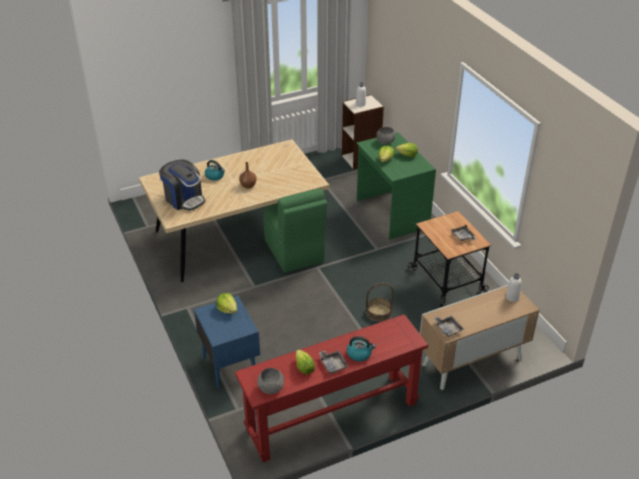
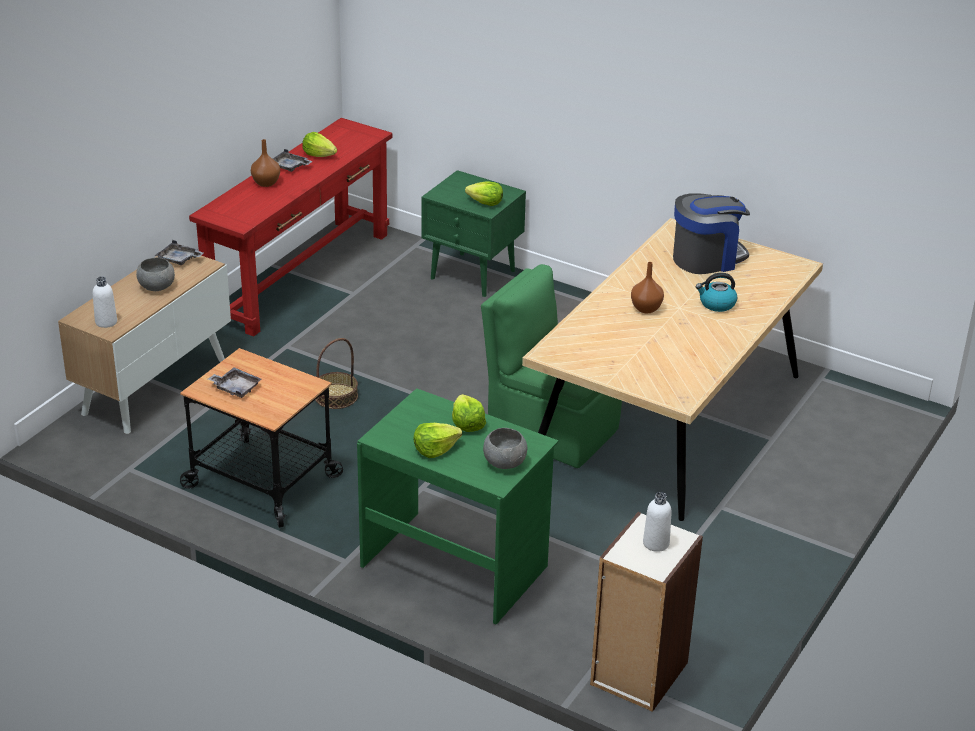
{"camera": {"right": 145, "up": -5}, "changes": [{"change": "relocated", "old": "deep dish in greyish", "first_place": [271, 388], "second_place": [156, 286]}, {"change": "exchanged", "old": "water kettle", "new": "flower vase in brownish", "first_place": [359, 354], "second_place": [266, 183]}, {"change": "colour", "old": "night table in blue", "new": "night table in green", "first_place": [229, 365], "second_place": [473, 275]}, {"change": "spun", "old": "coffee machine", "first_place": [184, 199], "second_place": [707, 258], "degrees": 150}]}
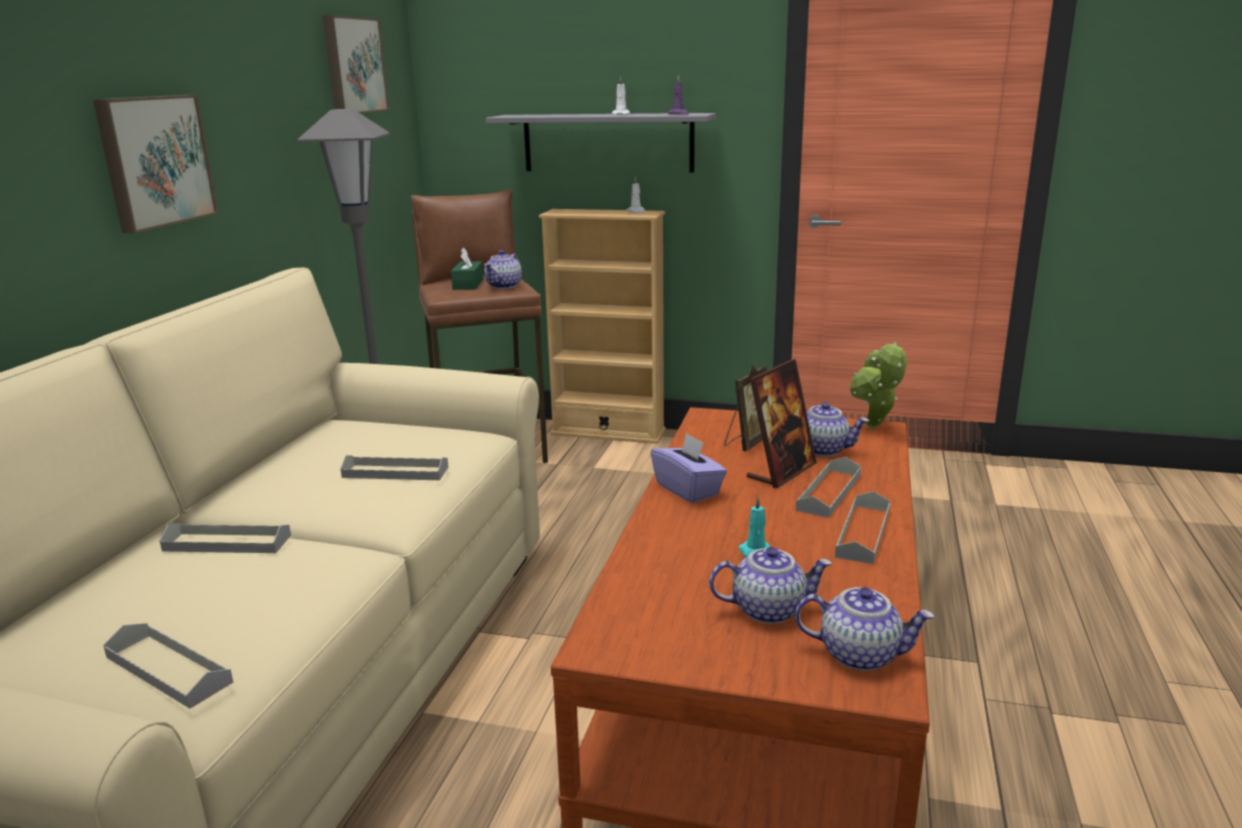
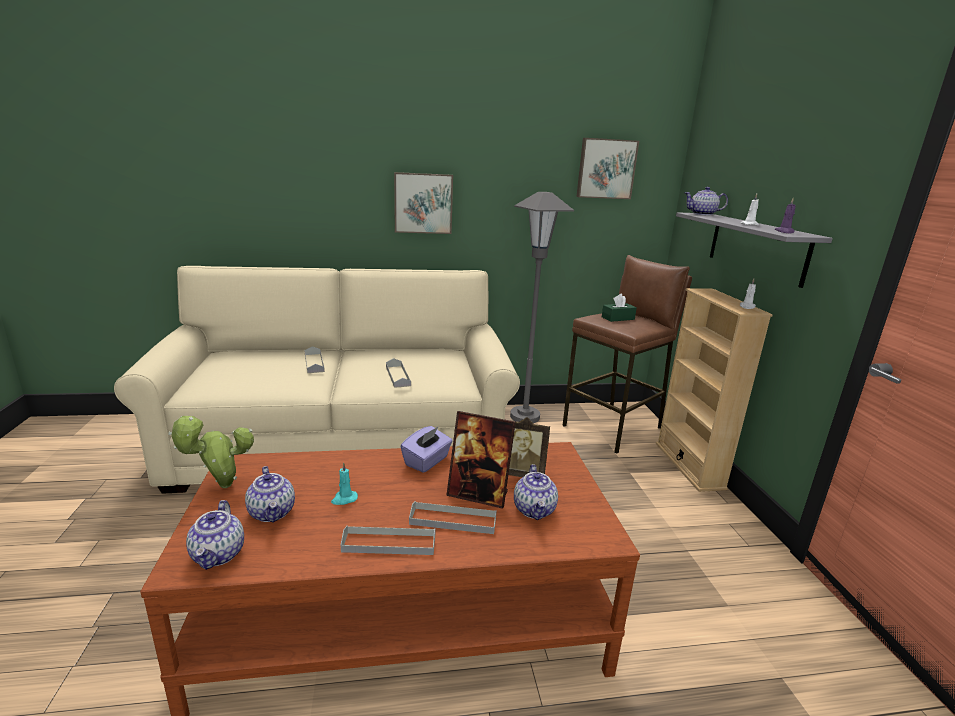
{"camera": {"right": 65, "up": 0}, "changes": [{"change": "missing", "old": "tray in greyish", "first_place": [168, 669]}, {"change": "relocated", "old": "teapot", "first_place": [504, 286], "second_place": [703, 214]}, {"change": "relocated", "old": "potted plant", "first_place": [874, 428], "second_place": [221, 486]}]}
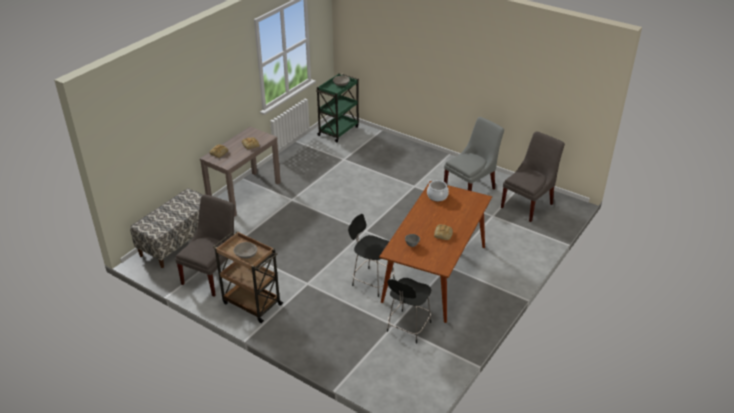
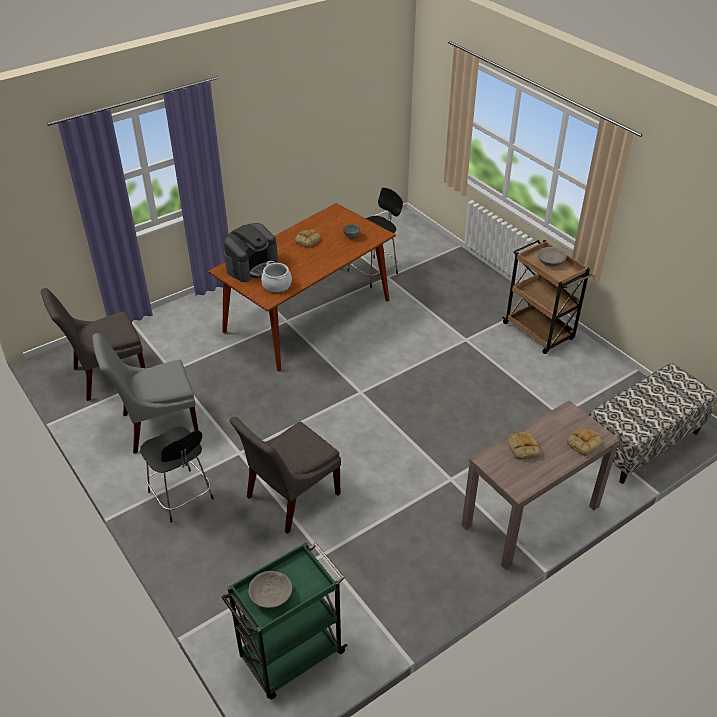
{"camera": {"right": -160, "up": 5}, "changes": [{"change": "appeared", "new": "coffee machine", "second_place": [252, 266]}, {"change": "relocated", "old": "plain chair in greyish", "first_place": [213, 275], "second_place": [289, 497]}, {"change": "relocated", "old": "stool in black-coloured", "first_place": [372, 281], "second_place": [182, 497]}]}
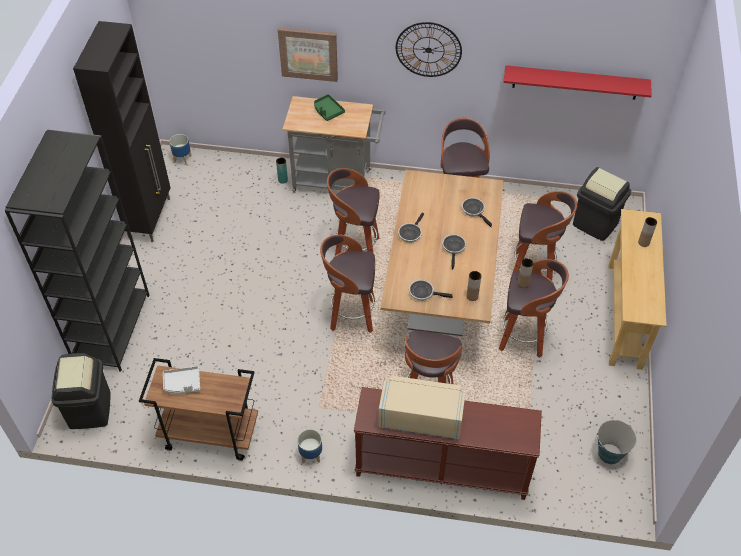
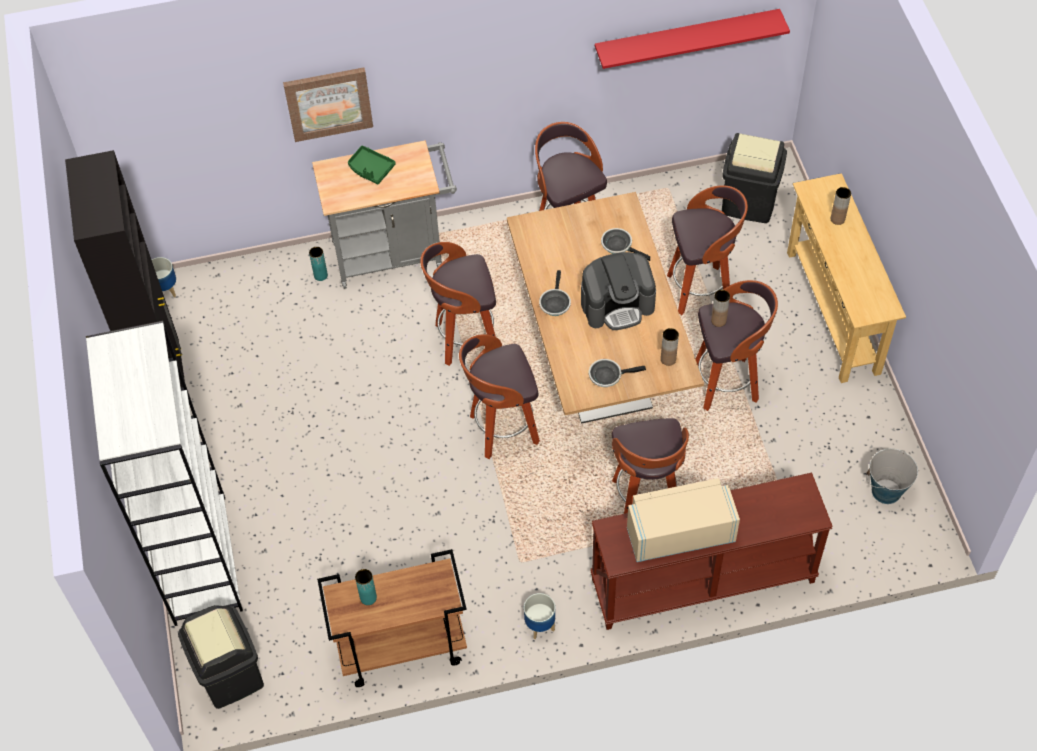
{"camera": {"right": -20, "up": 5}, "changes": [{"change": "missing", "old": "wall clock", "first_place": [428, 50]}, {"change": "exchanged", "old": "tray in greyish", "new": "flower vase in blue-green", "first_place": [182, 384], "second_place": [368, 597]}, {"change": "exchanged", "old": "frying pan", "new": "coffee machine", "first_place": [454, 248], "second_place": [617, 304]}, {"change": "colour", "old": "bookcase in black-coloured", "new": "bookcase in whitish", "first_place": [112, 328], "second_place": [199, 559]}]}
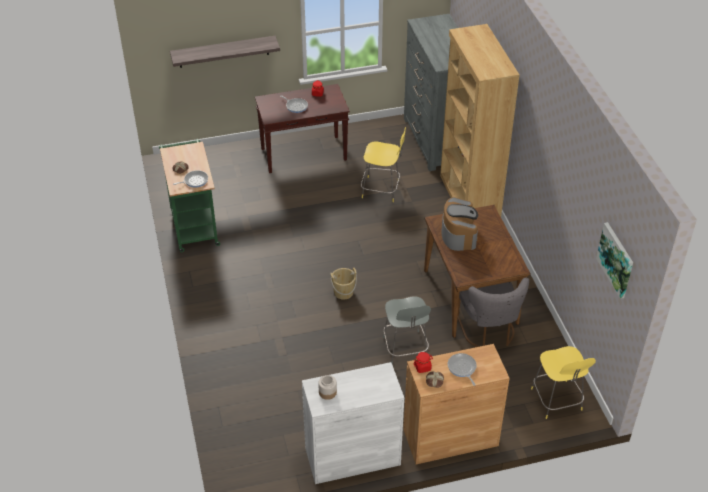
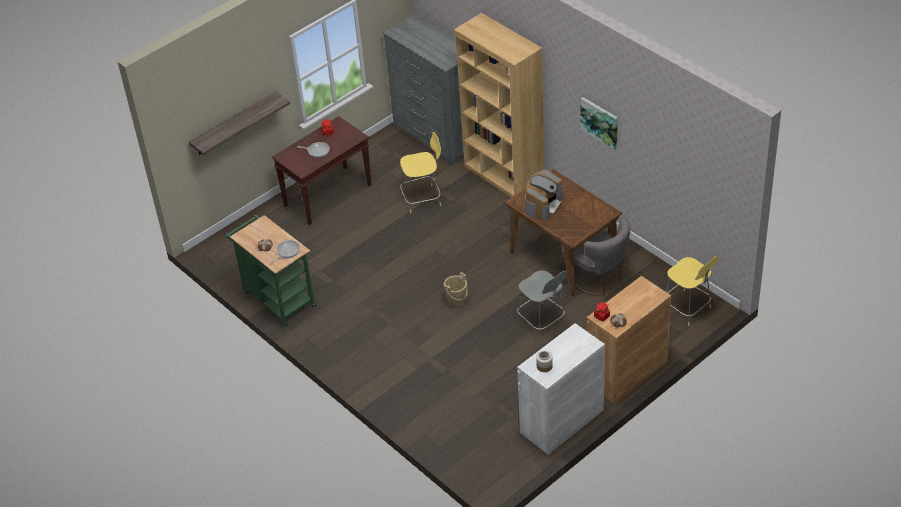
{"camera": {"right": -25, "up": 0}, "changes": [{"change": "missing", "old": "frying pan", "first_place": [462, 368]}, {"change": "relocated", "old": "wall art", "first_place": [616, 259], "second_place": [600, 122]}, {"change": "spun", "old": "coffee machine", "first_place": [458, 234], "second_place": [543, 205], "degrees": 60}]}
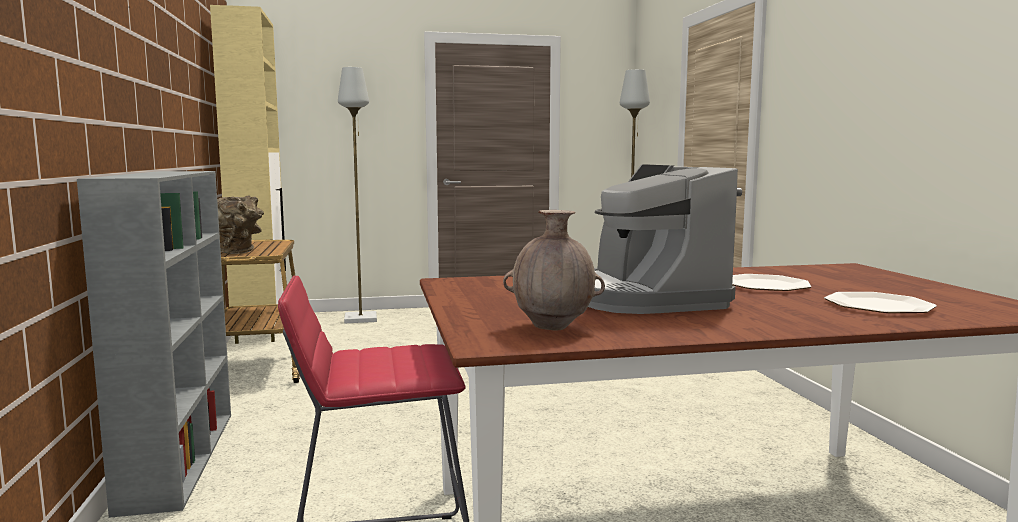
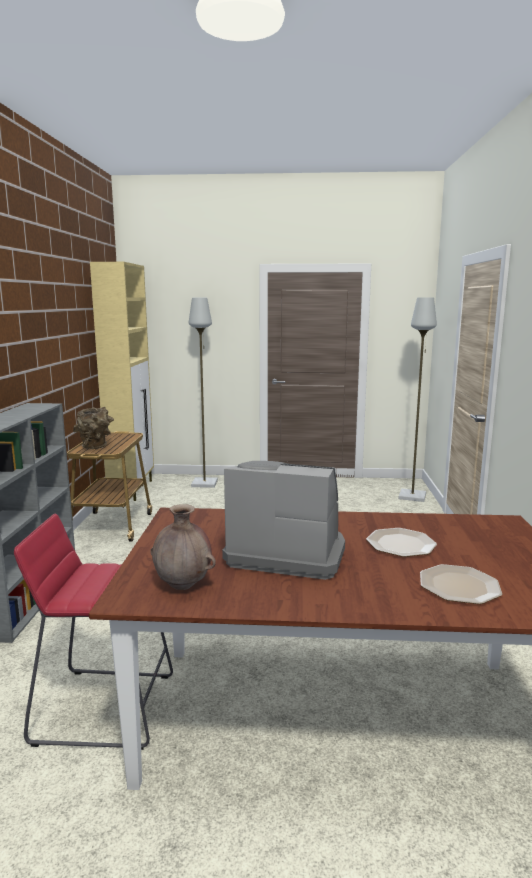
{"camera": {"right": 15, "up": 5}, "changes": [{"change": "spun", "old": "coffee machine", "first_place": [643, 298], "second_place": [286, 553], "degrees": 105}]}
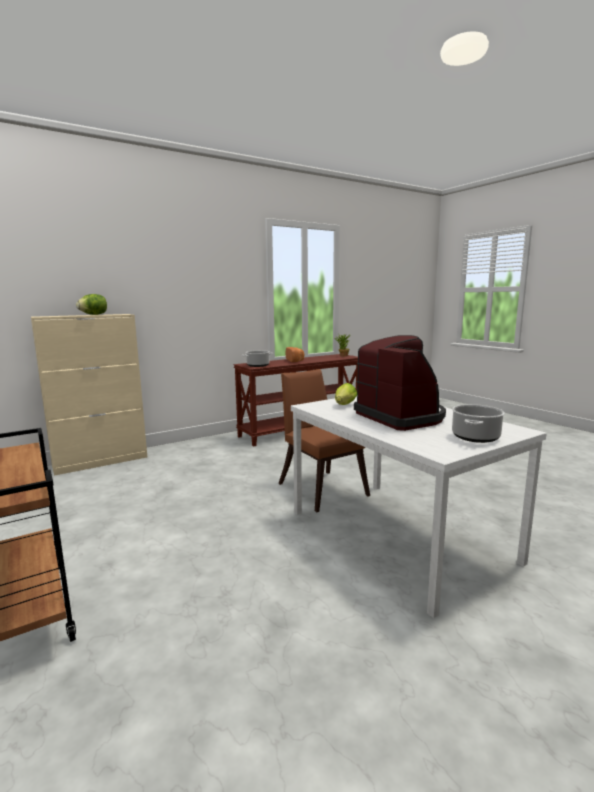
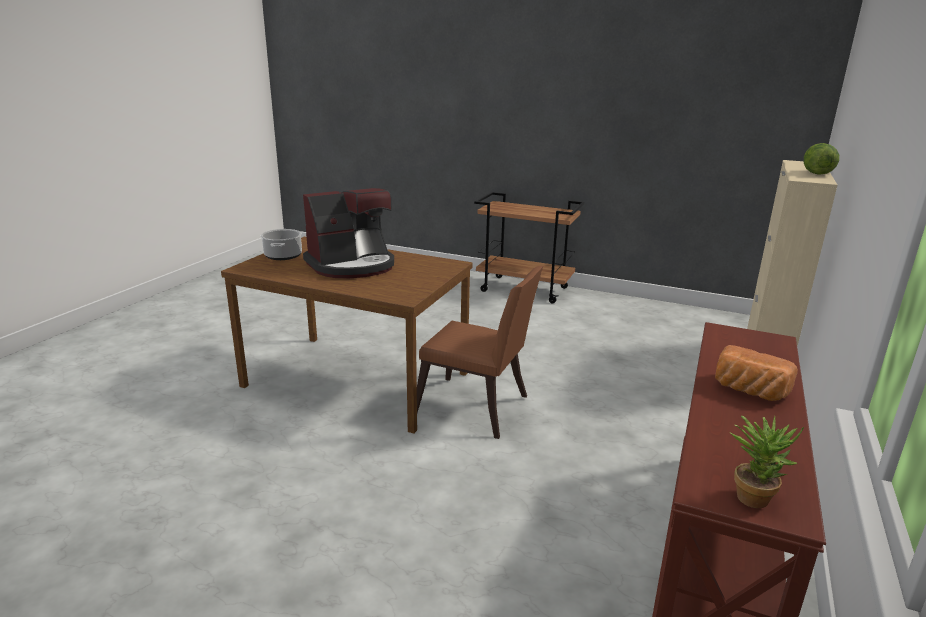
{"camera": {"right": 145, "up": 10}, "changes": [{"change": "missing", "old": "stockpot", "first_place": [257, 365]}, {"change": "missing", "old": "head of lettuce", "first_place": [344, 405]}, {"change": "colour", "old": "dining table in whitish", "new": "dining table in brownish", "first_place": [395, 535], "second_place": [358, 379]}, {"change": "spun", "old": "coffee machine", "first_place": [401, 417], "second_place": [352, 265], "degrees": -60}]}
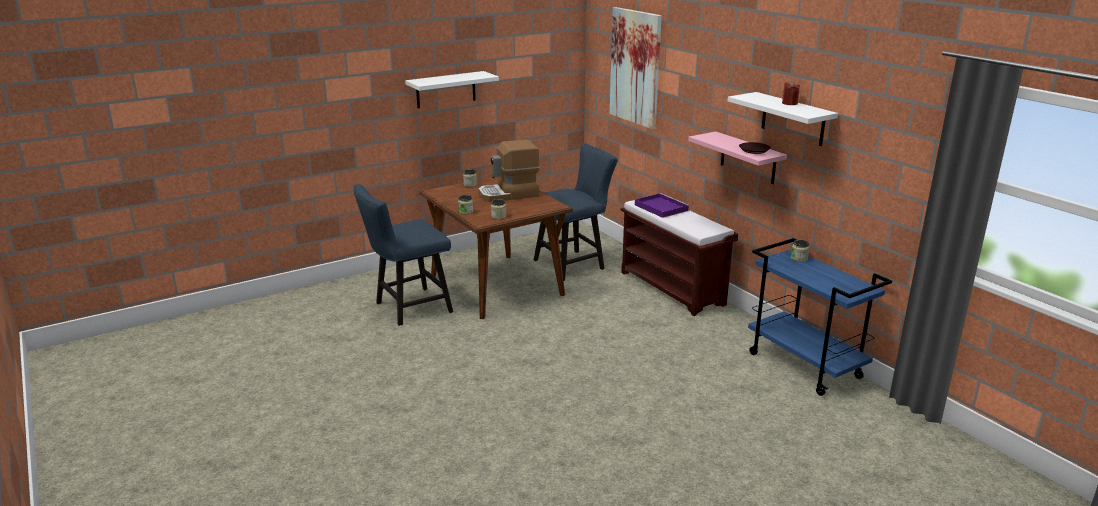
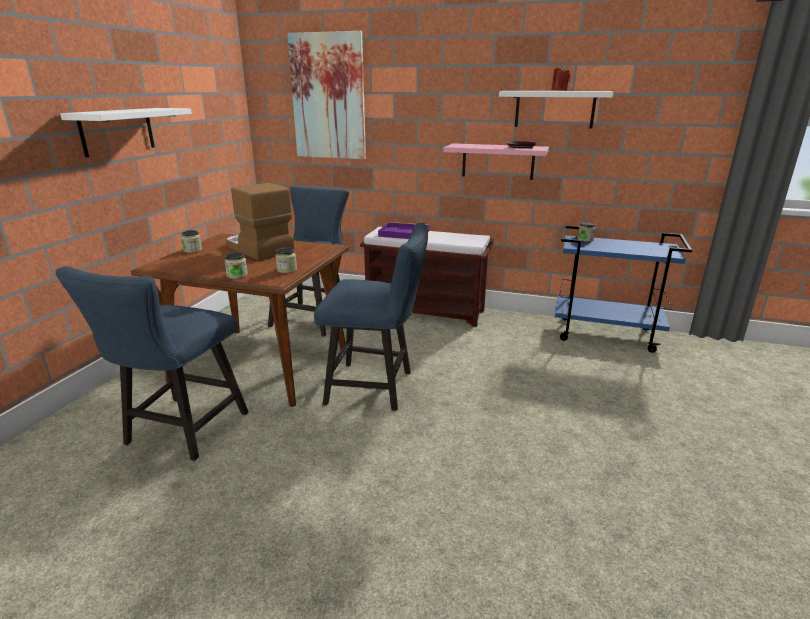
{"camera": {"right": -40, "up": 0}, "changes": [{"change": "appeared", "new": "plain chair in blue", "second_place": [376, 387]}, {"change": "spun", "old": "coffee machine", "first_place": [509, 194], "second_place": [258, 249], "degrees": 105}]}
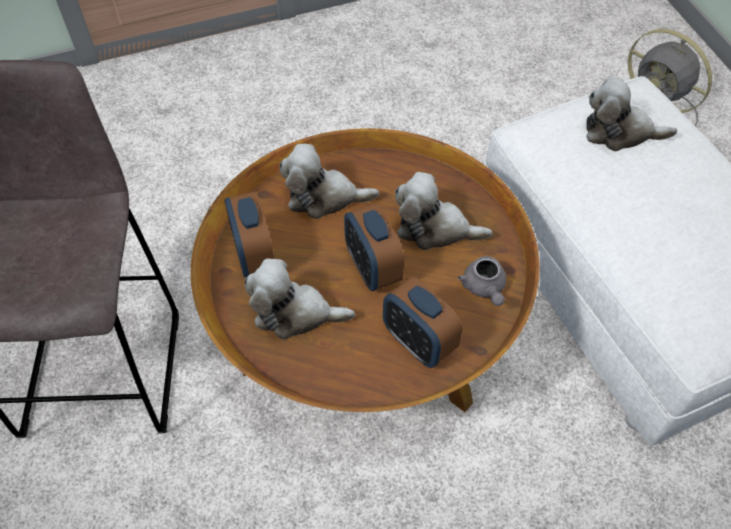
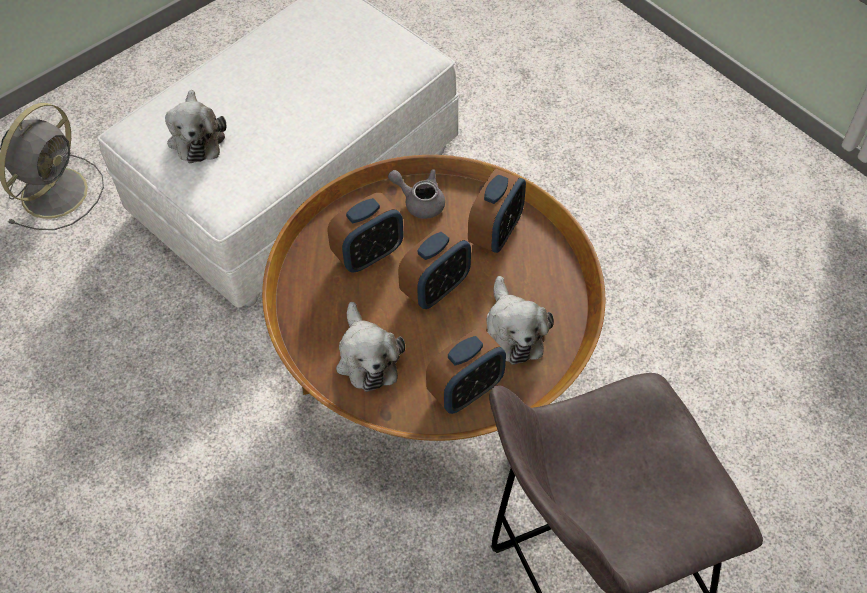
{"camera": {"right": -110, "up": 0}, "changes": [{"change": "exchanged", "old": "cuddly toy", "new": "alarm clock", "first_place": [435, 228], "second_place": [368, 254]}, {"change": "spun", "old": "teapot in greyish", "first_place": [484, 288], "second_place": [420, 201], "degrees": -120}]}
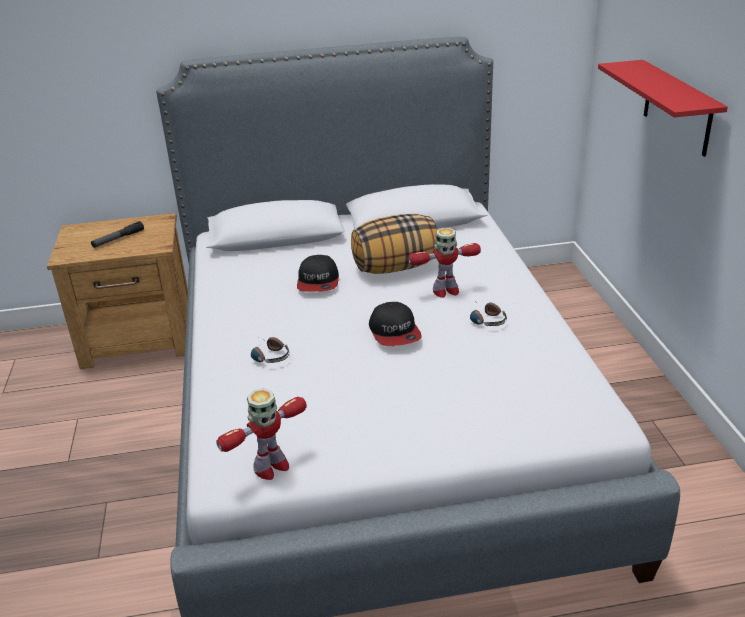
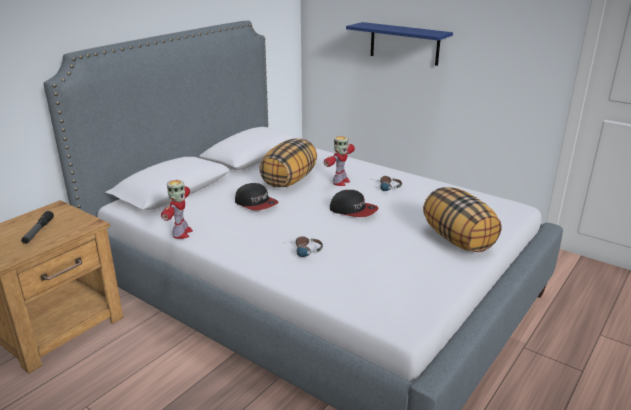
{"camera": {"right": -45, "up": -5}, "changes": [{"change": "appeared", "new": "throw pillow", "second_place": [458, 240]}, {"change": "relocated", "old": "robot figure", "first_place": [270, 467], "second_place": [181, 233]}, {"change": "colour", "old": "wall shelf in red", "new": "wall shelf in blue", "first_place": [677, 108], "second_place": [404, 43]}]}
